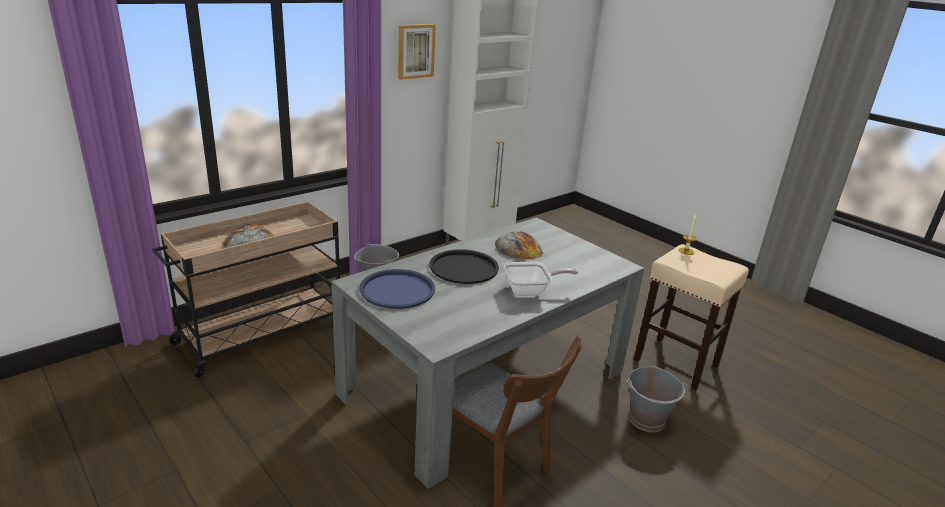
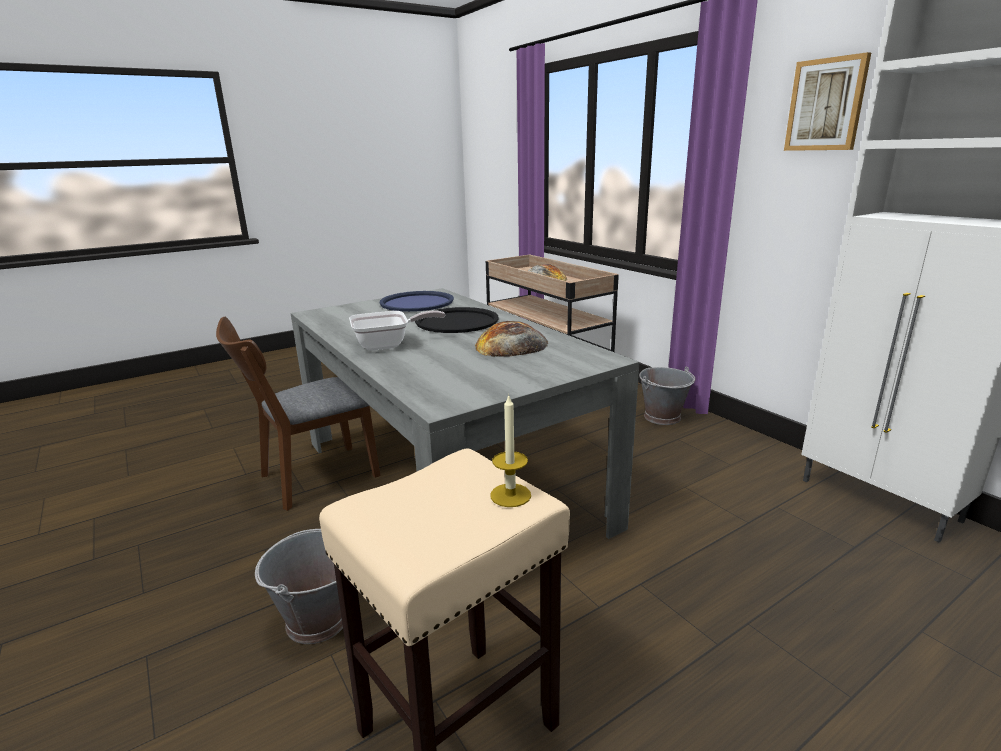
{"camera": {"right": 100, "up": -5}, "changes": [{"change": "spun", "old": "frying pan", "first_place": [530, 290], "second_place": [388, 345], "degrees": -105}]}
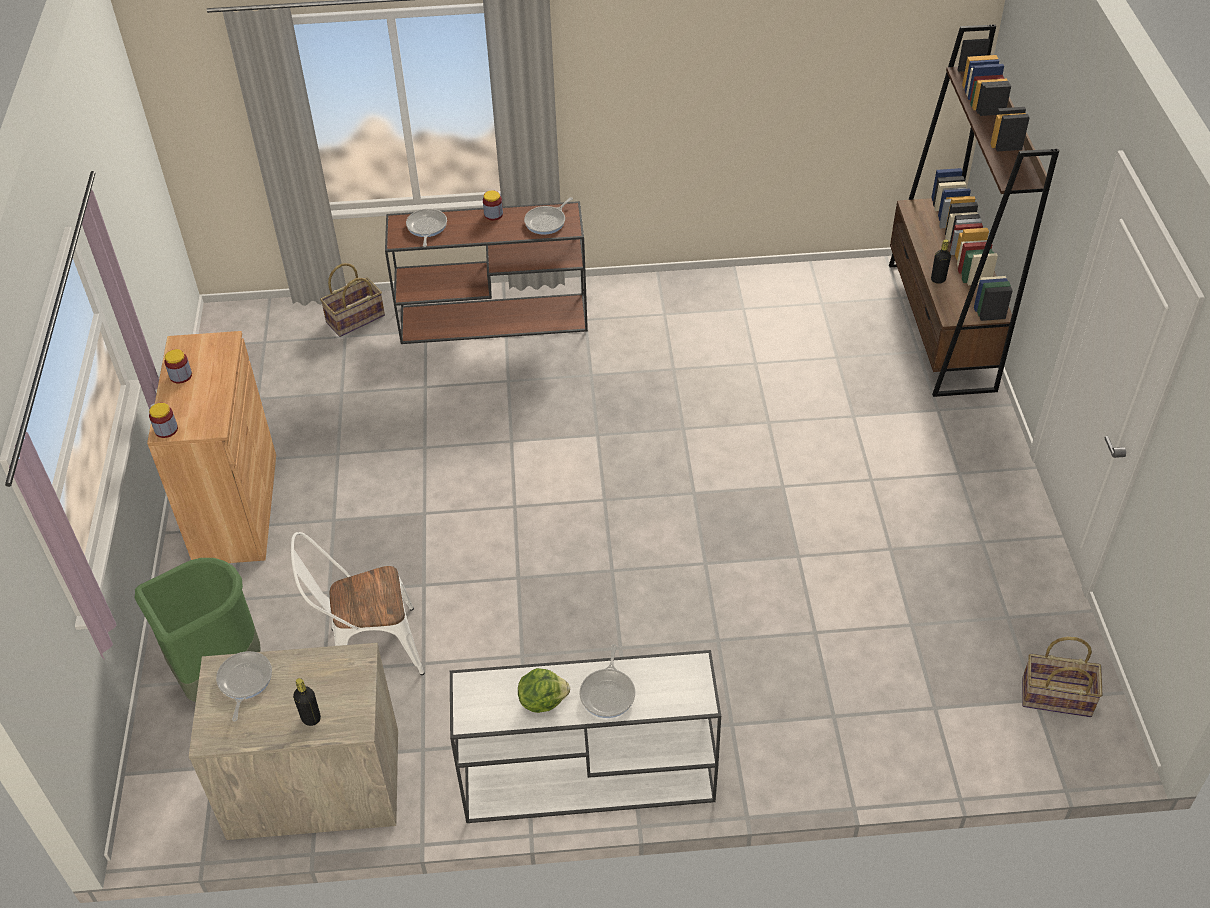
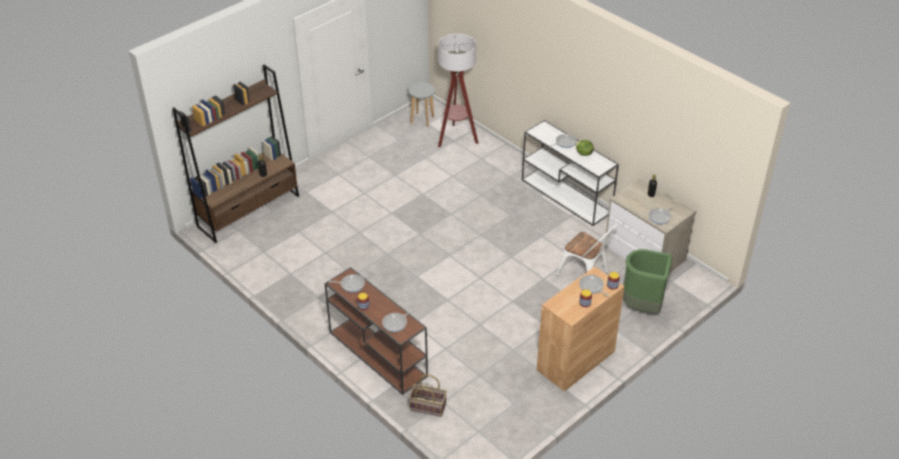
{"camera": {"right": -130, "up": -5}, "changes": [{"change": "appeared", "new": "floor lamp", "second_place": [456, 138]}, {"change": "appeared", "new": "frying pan", "second_place": [592, 286]}, {"change": "exchanged", "old": "household basket", "new": "stool in greyish", "first_place": [1056, 698], "second_place": [422, 120]}]}
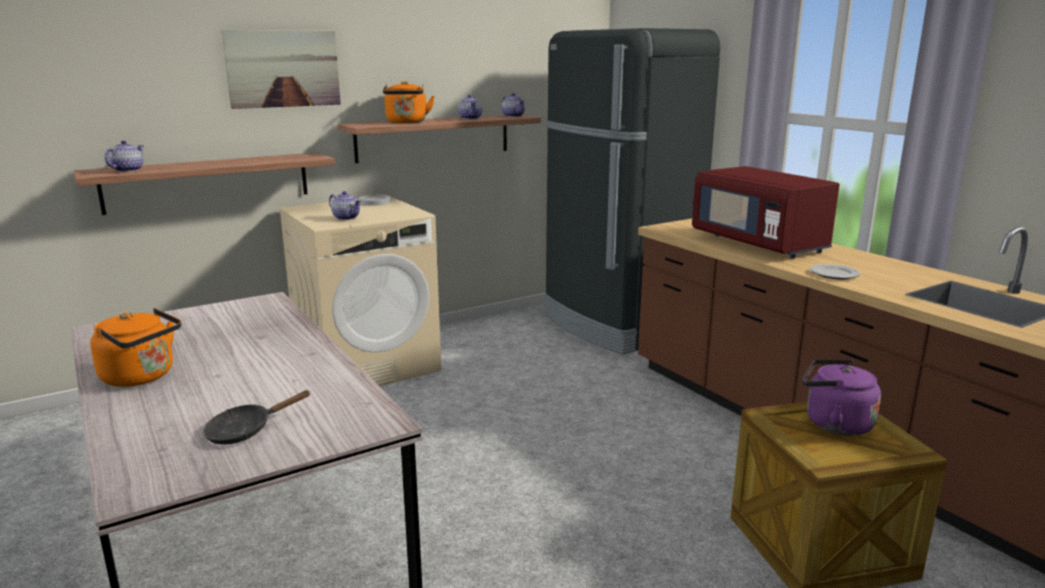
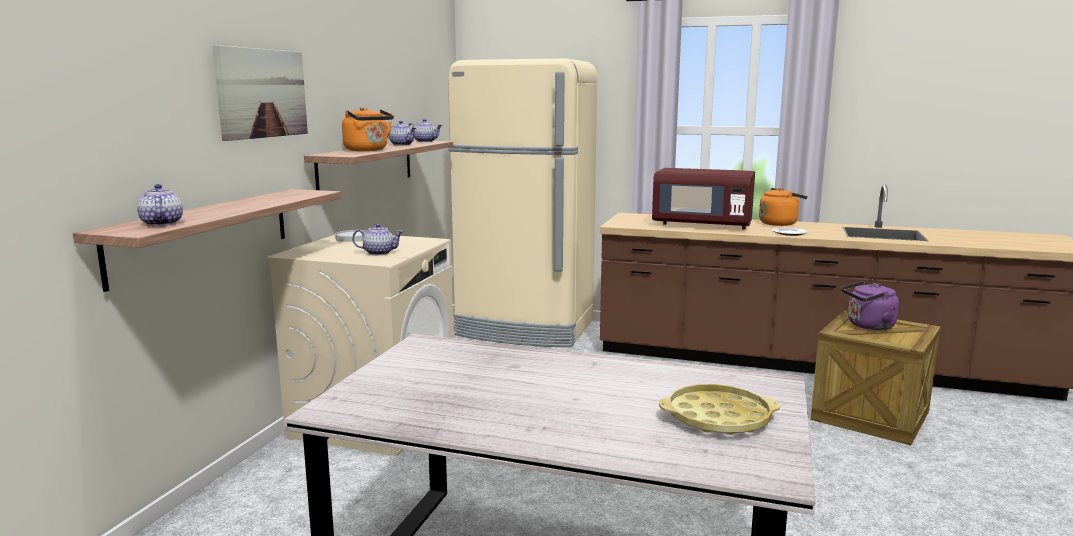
{"camera": {"right": -40, "up": -5}, "changes": [{"change": "relocated", "old": "water kettle in orange", "first_place": [142, 377], "second_place": [779, 223]}, {"change": "exchanged", "old": "frying pan in black-coloured", "new": "tray in yellowish", "first_place": [245, 431], "second_place": [718, 418]}, {"change": "colour", "old": "fridge in black-coloured", "new": "fridge in beige", "first_place": [616, 325], "second_place": [525, 329]}]}
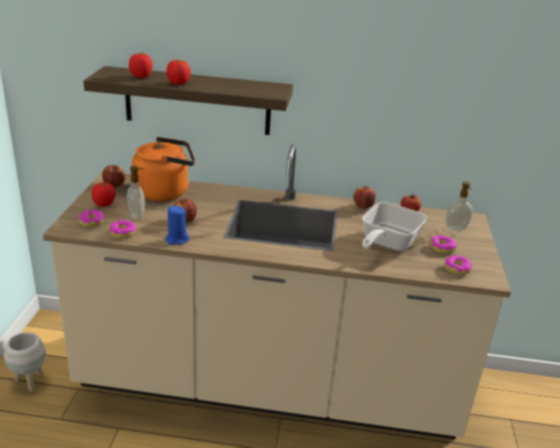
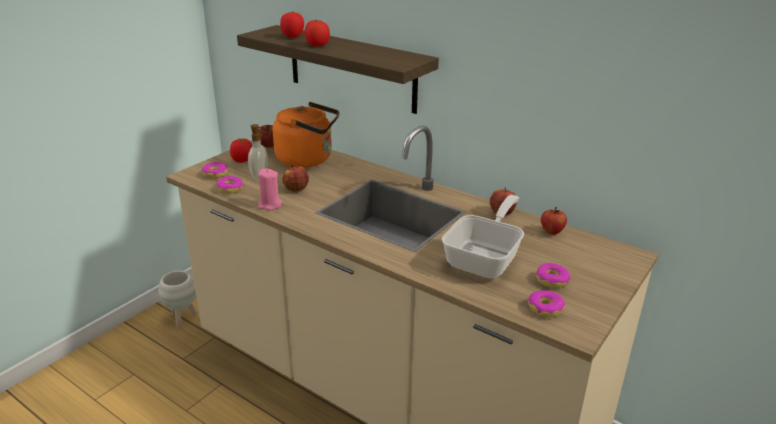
{"camera": {"right": 30, "up": 0}, "changes": [{"change": "missing", "old": "liquid soap bottle", "first_place": [456, 229]}, {"change": "colour", "old": "wax light in blue", "new": "wax light in pink", "first_place": [176, 239], "second_place": [270, 205]}, {"change": "spun", "old": "frying pan", "first_place": [386, 243], "second_place": [486, 258], "degrees": 150}]}
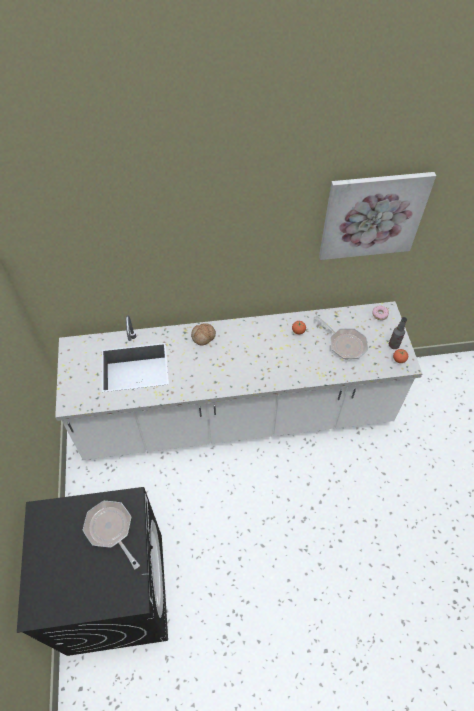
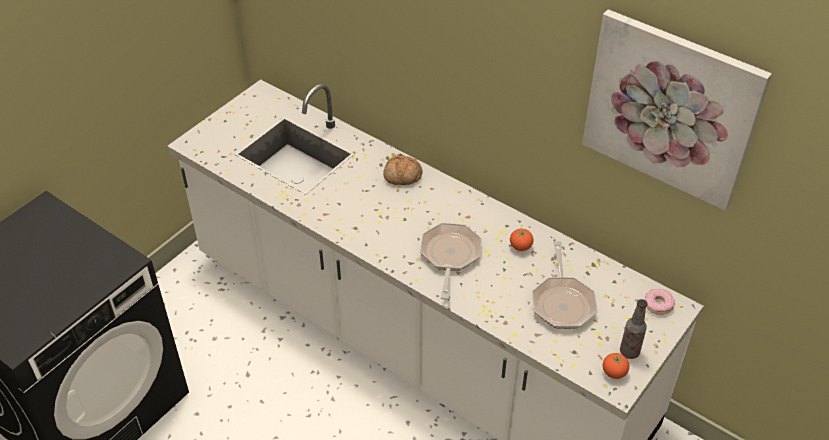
{"camera": {"right": 45, "up": -10}, "changes": [{"change": "relocated", "old": "frying pan", "first_place": [111, 529], "second_place": [450, 256]}]}
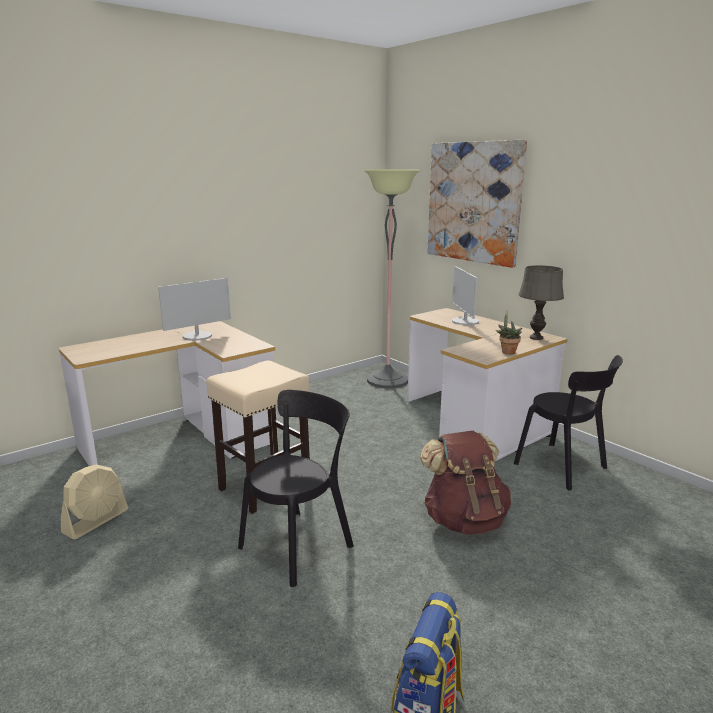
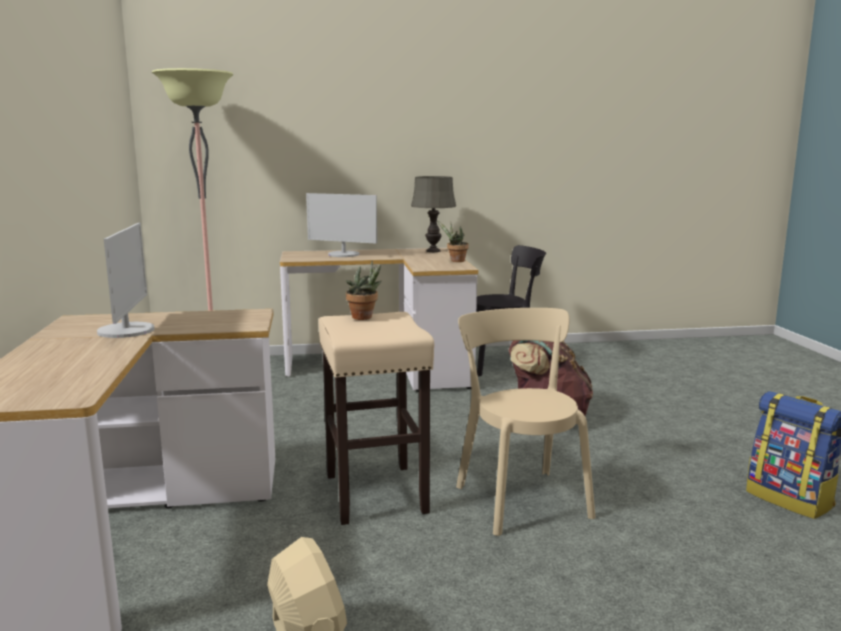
{"camera": {"right": -60, "up": -5}, "changes": [{"change": "missing", "old": "wall art", "first_place": [473, 202]}, {"change": "appeared", "new": "potted plant", "second_place": [365, 318]}, {"change": "colour", "old": "plain chair in black-coloured", "new": "plain chair in beige", "first_place": [300, 544], "second_place": [520, 498]}]}
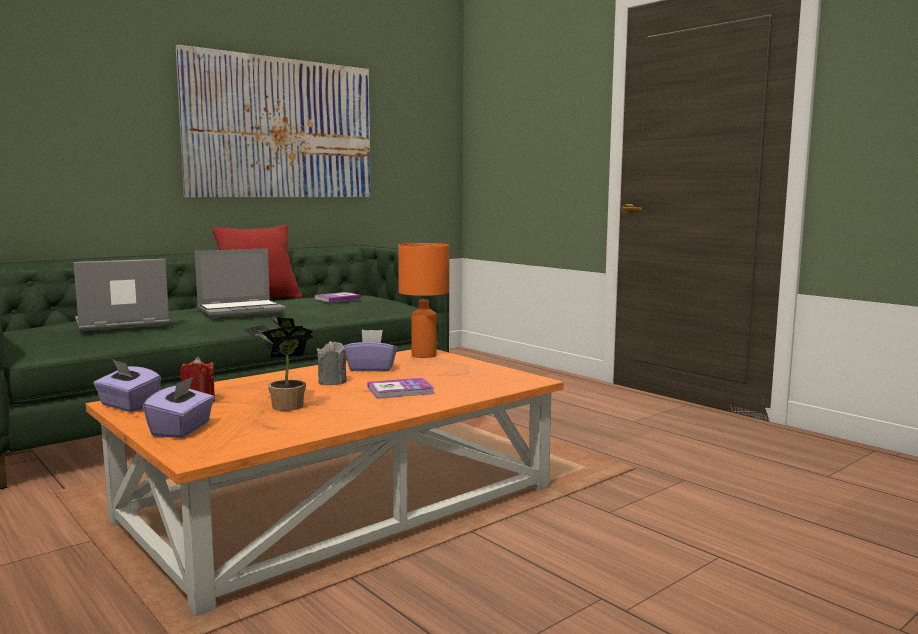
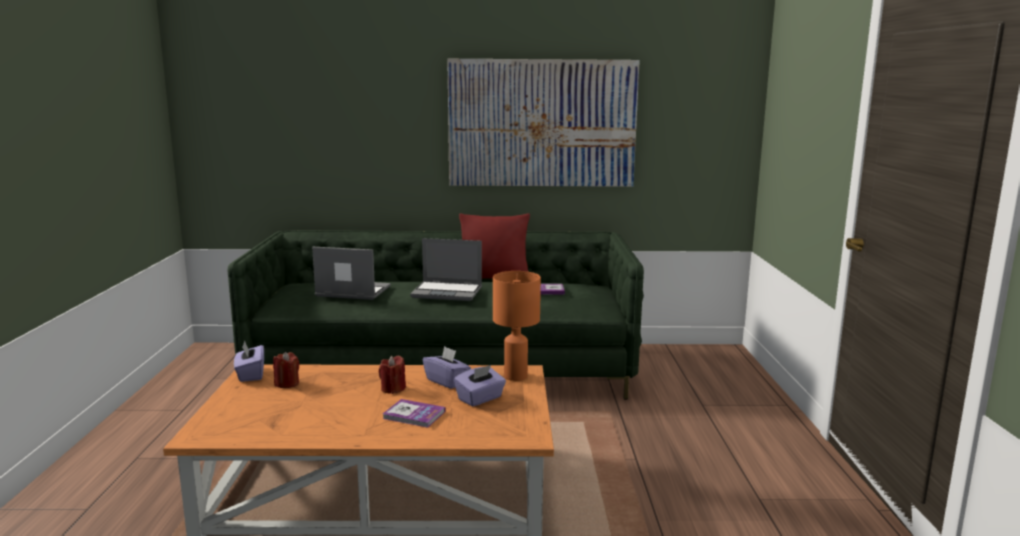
{"camera": {"right": 40, "up": 5}, "changes": [{"change": "missing", "old": "potted plant", "first_place": [283, 406]}, {"change": "relocated", "old": "tissue holder in purple-coloured", "first_place": [182, 429], "second_place": [480, 399]}, {"change": "colour", "old": "wax light in greyish", "new": "wax light in red", "first_place": [332, 382], "second_place": [393, 389]}]}
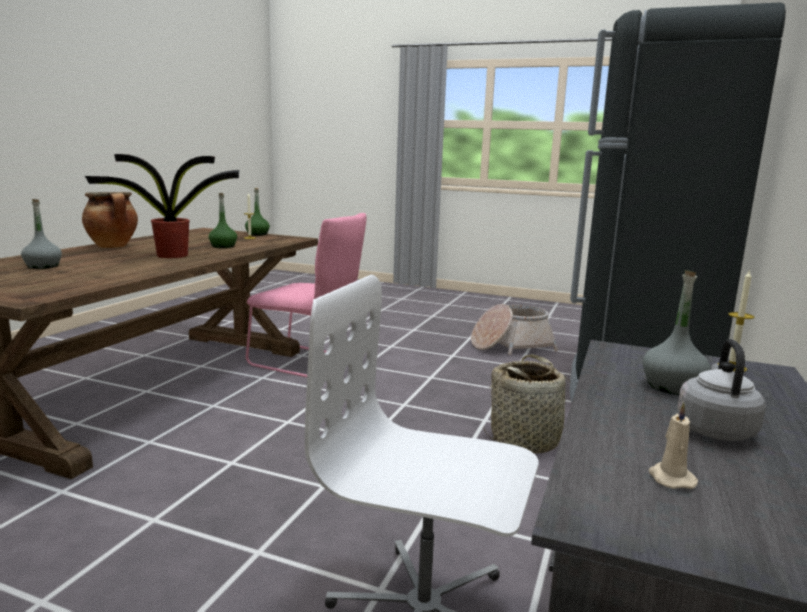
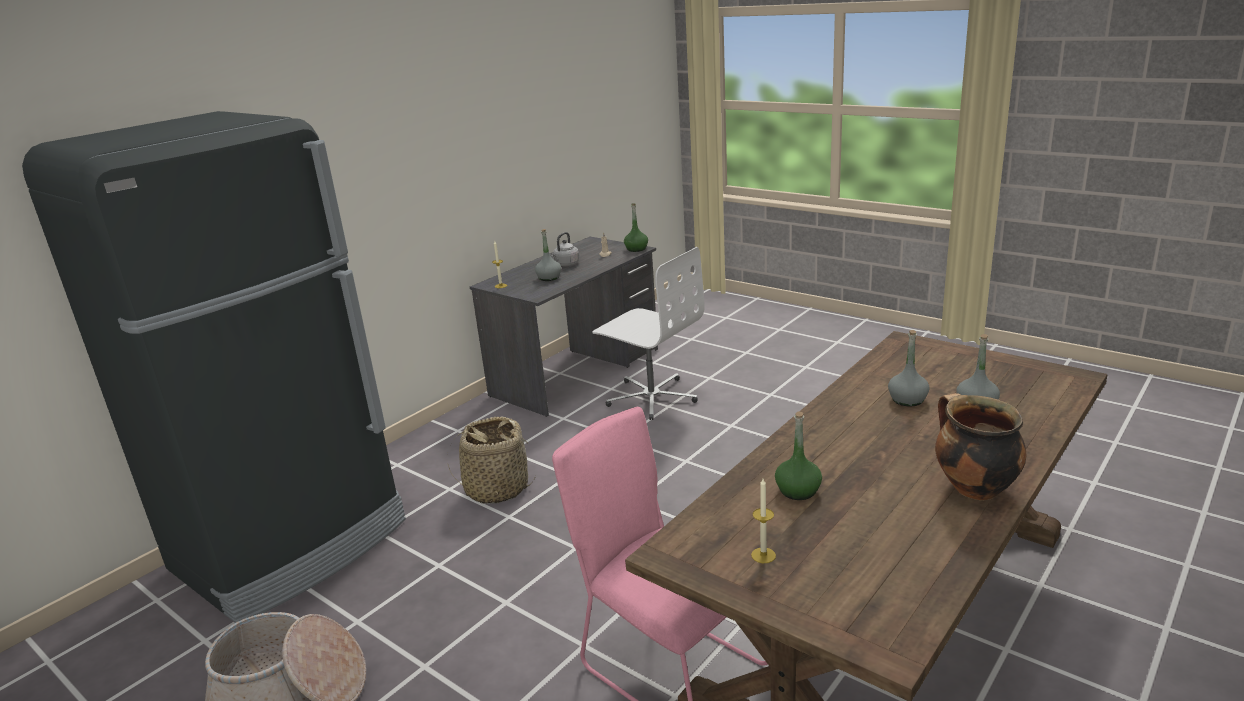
{"camera": {"right": -160, "up": 10}, "changes": [{"change": "missing", "old": "potted plant", "first_place": [170, 255]}, {"change": "appeared", "new": "bottle in greyish", "second_place": [907, 399]}, {"change": "relocated", "old": "bottle in green", "first_place": [257, 234], "second_place": [636, 249]}]}
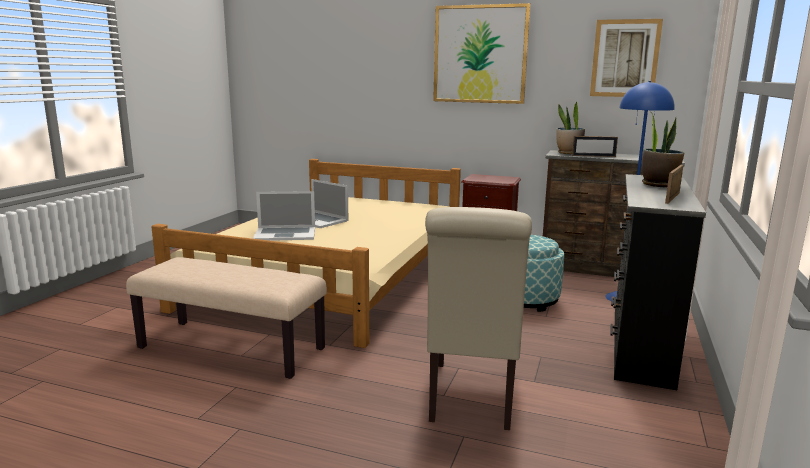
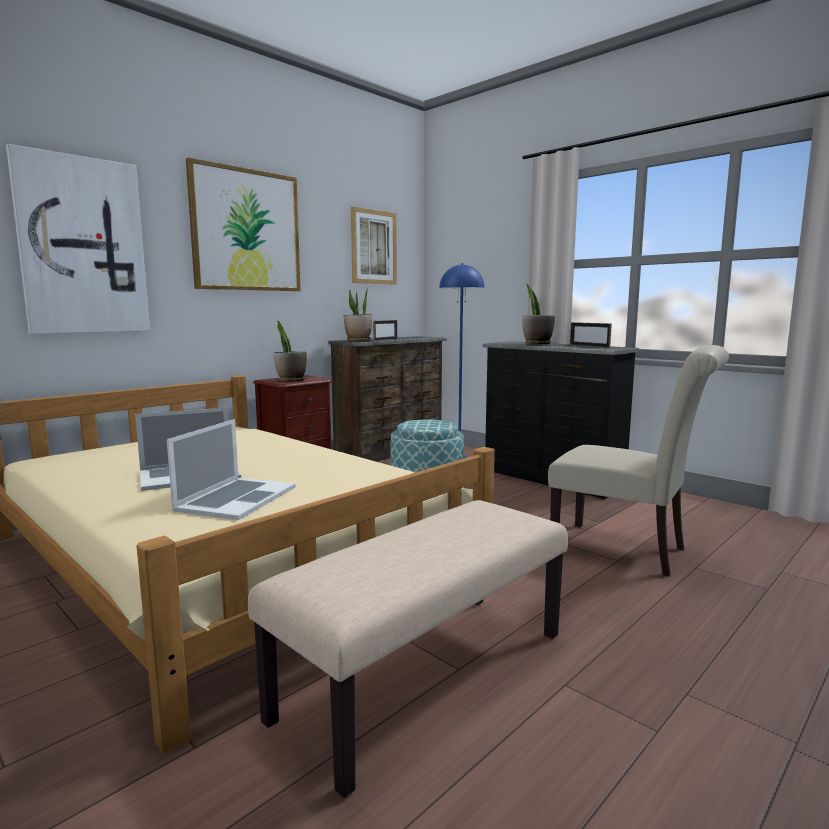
{"camera": {"right": -65, "up": -5}, "changes": [{"change": "appeared", "new": "wall art", "second_place": [83, 246]}, {"change": "appeared", "new": "potted plant", "second_place": [291, 380]}]}
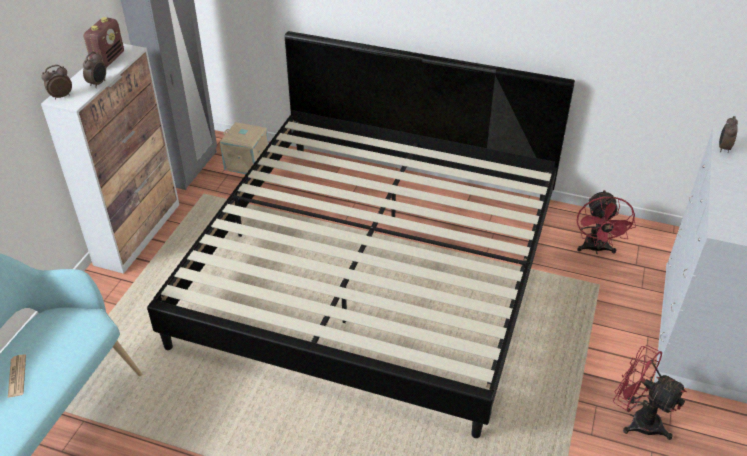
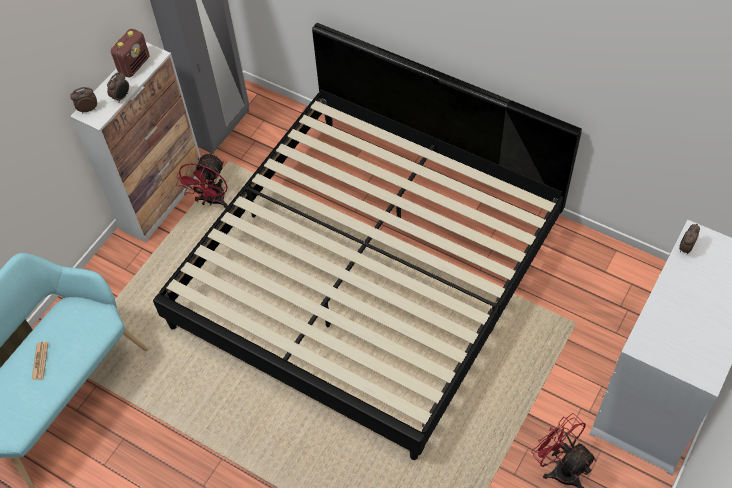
{"camera": {"right": 15, "up": 15}, "changes": [{"change": "missing", "old": "storage box in beige", "first_place": [247, 162]}, {"change": "relocated", "old": "electric fan in red", "first_place": [596, 249], "second_place": [212, 201]}]}
